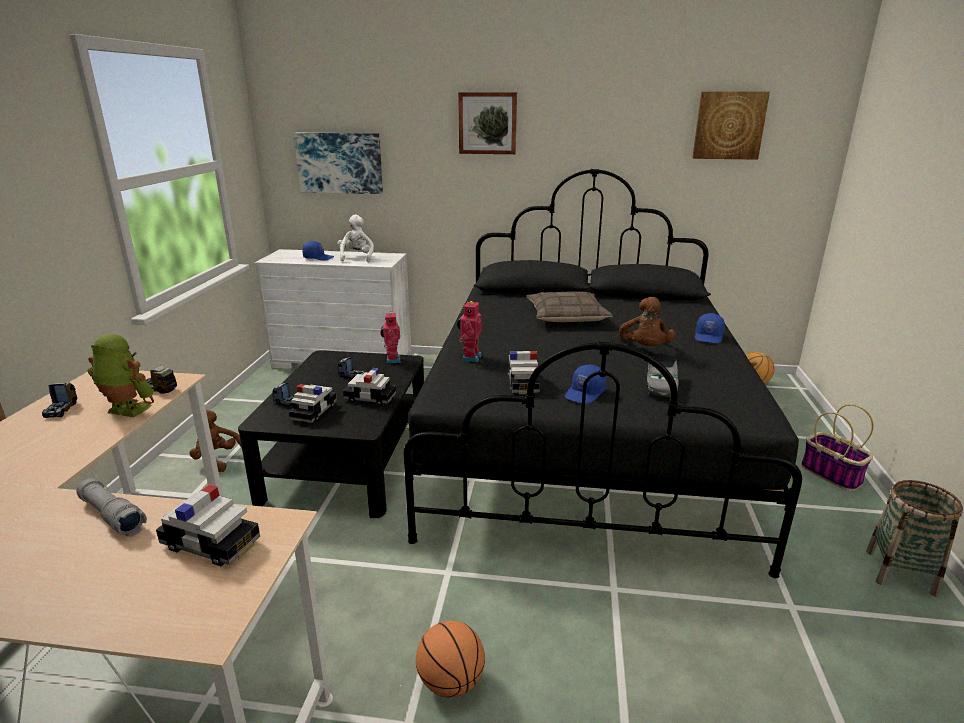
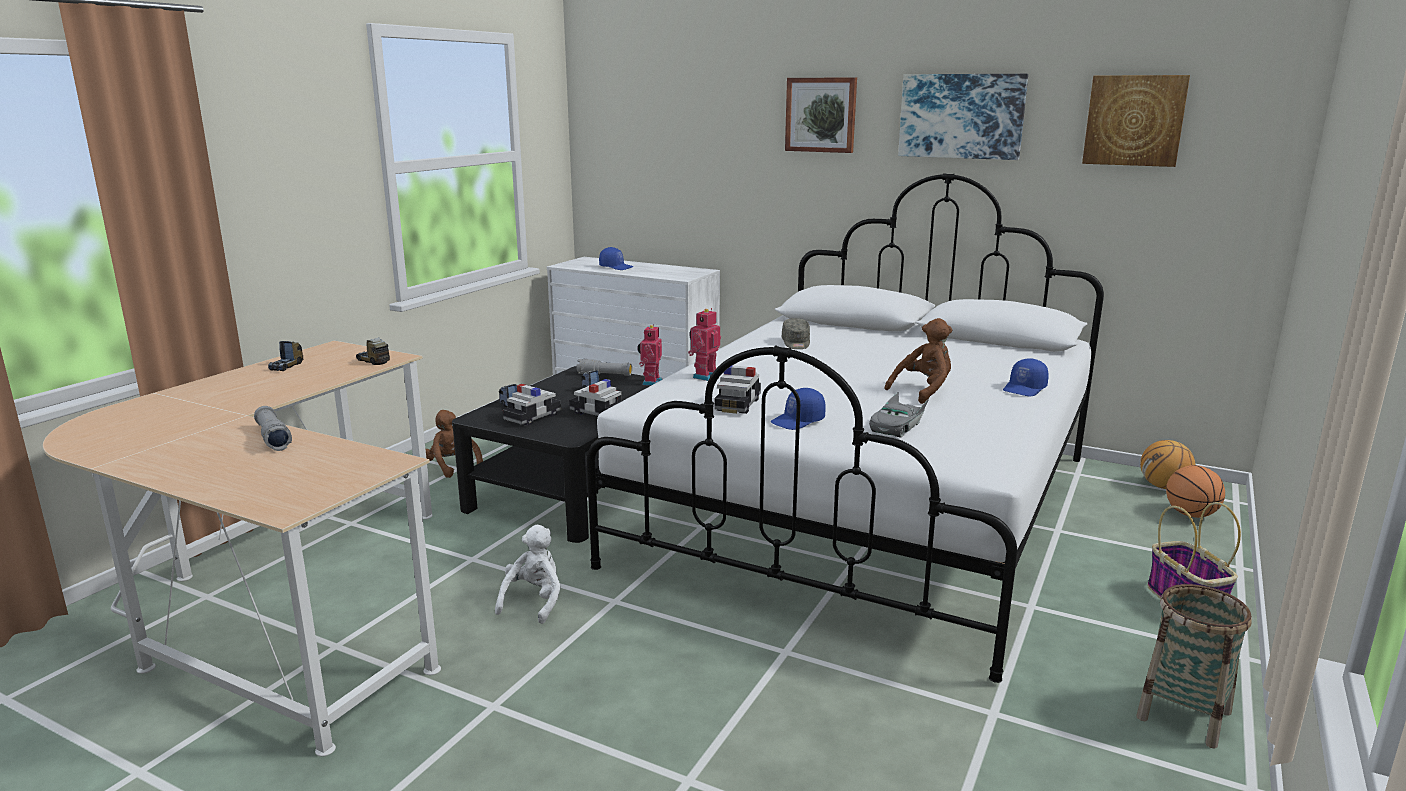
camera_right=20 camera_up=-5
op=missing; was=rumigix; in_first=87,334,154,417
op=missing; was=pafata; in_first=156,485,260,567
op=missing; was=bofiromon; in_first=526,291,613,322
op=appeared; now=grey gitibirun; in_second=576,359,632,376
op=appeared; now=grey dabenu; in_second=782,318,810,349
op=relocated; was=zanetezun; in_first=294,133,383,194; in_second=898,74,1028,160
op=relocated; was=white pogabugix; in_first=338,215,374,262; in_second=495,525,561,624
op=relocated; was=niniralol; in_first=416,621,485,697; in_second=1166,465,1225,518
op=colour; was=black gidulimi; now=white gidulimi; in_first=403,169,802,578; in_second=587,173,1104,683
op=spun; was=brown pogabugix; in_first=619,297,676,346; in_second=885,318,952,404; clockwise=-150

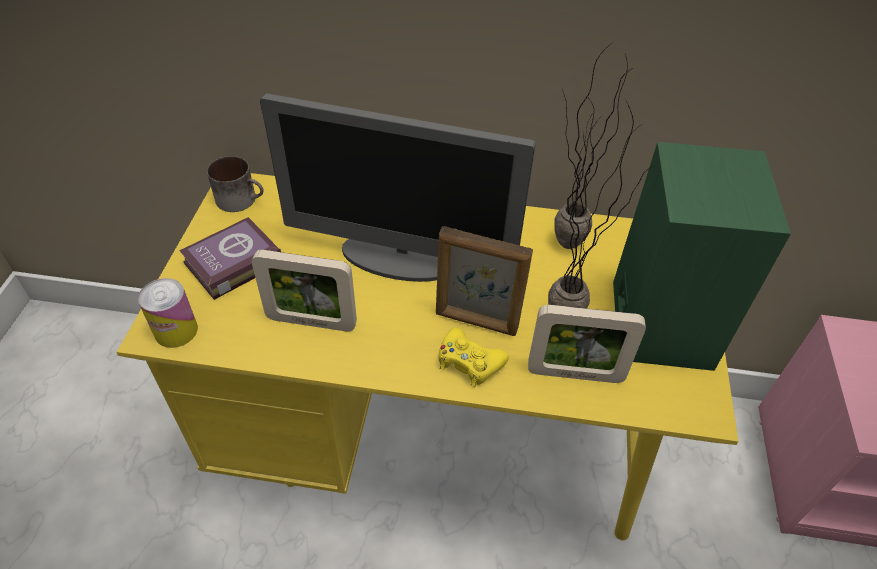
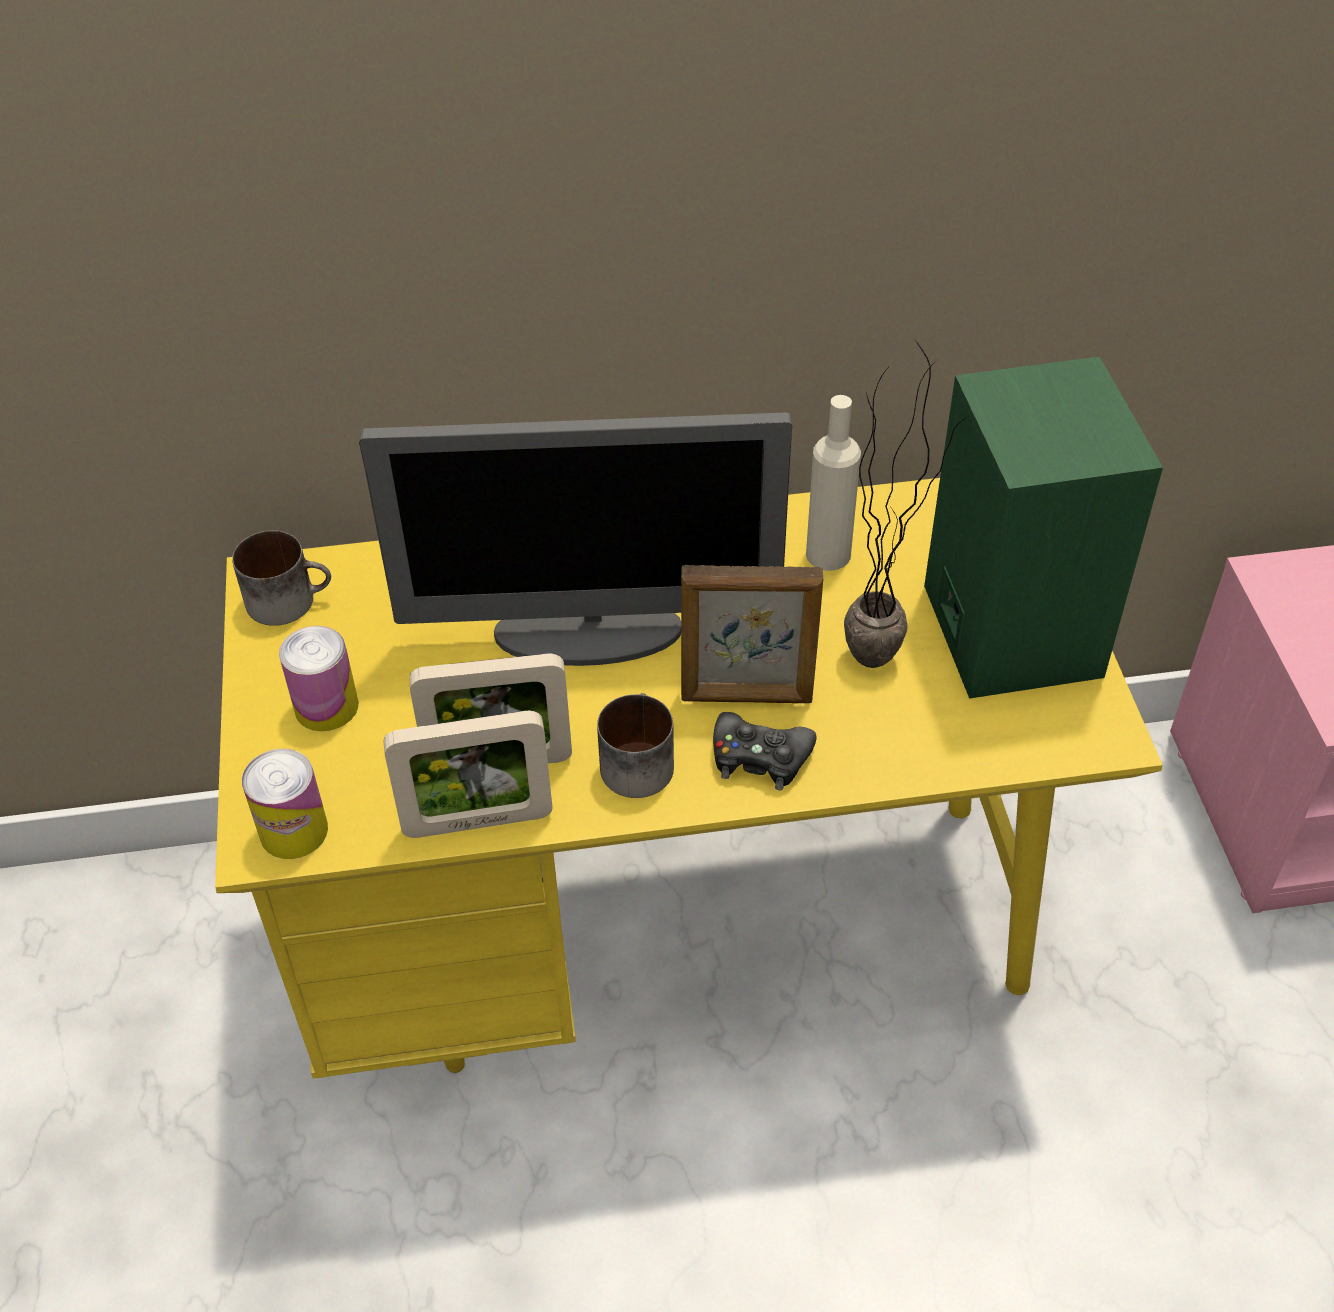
camera_right=-15 camera_up=0
op=appeared; now=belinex; in_second=597,693,674,798
op=relocated; was=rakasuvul; in_first=528,305,646,383; in_second=384,711,553,838
op=exchanged; was=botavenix; now=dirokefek; in_first=179,217,281,300; in_second=279,626,358,731
op=exchanged; was=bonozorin; now=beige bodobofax; in_first=554,43,631,249; in_second=806,395,861,571
op=colour; was=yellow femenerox; now=black femenerox; in_first=439,327,509,387; in_second=713,712,817,791

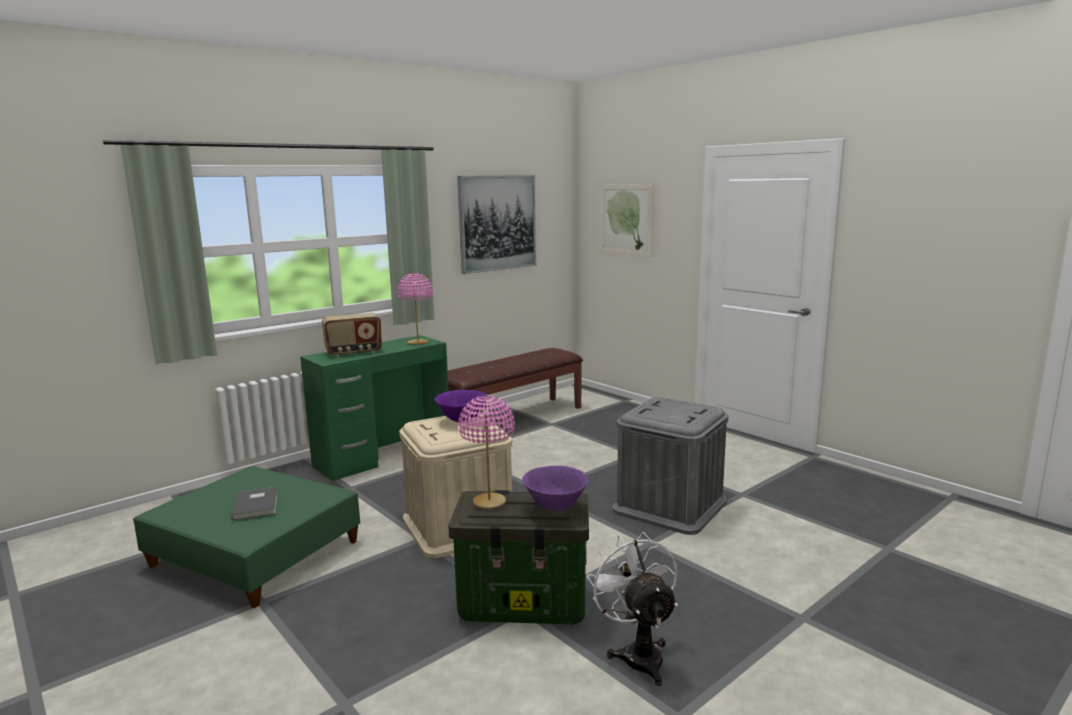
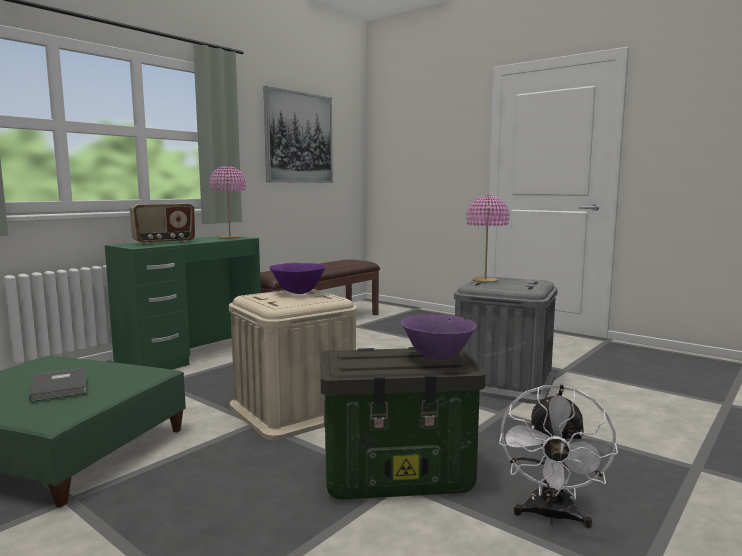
camera_right=-10 camera_up=-5
op=missing; was=zanetezun; in_first=600,184,654,257
op=relocated; was=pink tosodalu; in_first=458,395,515,509; in_second=466,195,510,283
op=spun; was=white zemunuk; in_first=587,532,678,686; in_second=499,385,618,528; clockwise=-135

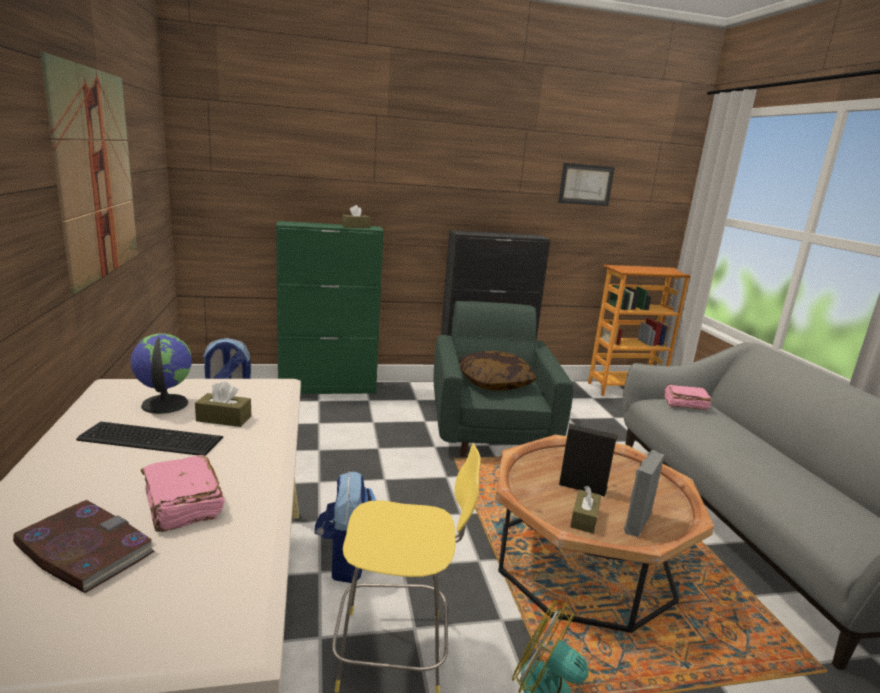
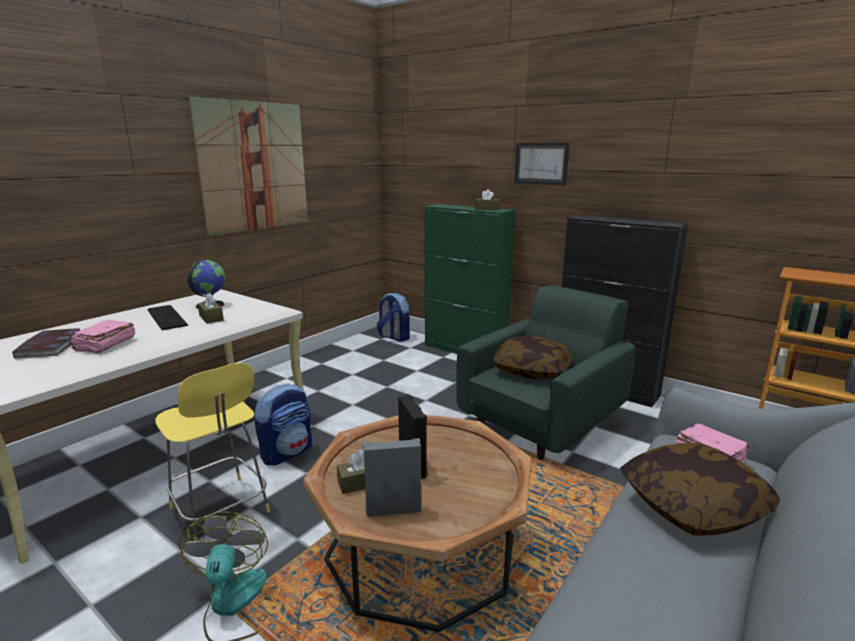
camera_right=50 camera_up=0
op=appeared; now=bofiromon; in_second=620,443,780,536
op=relocated; was=zanetezun; in_first=558,163,615,206; in_second=514,143,570,185

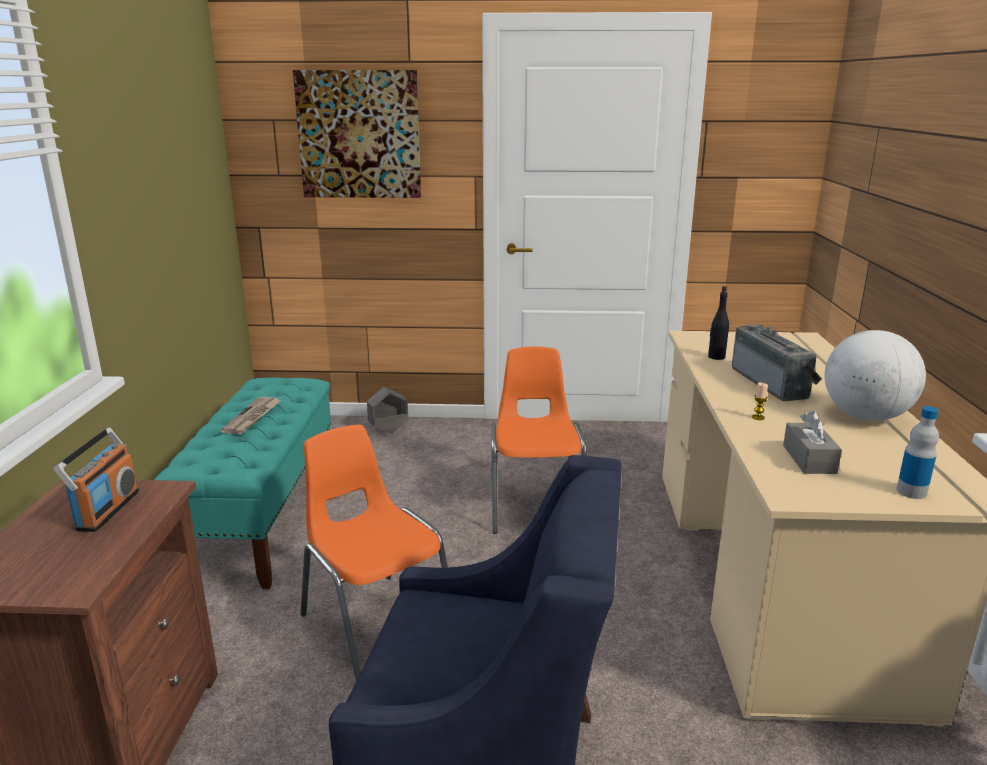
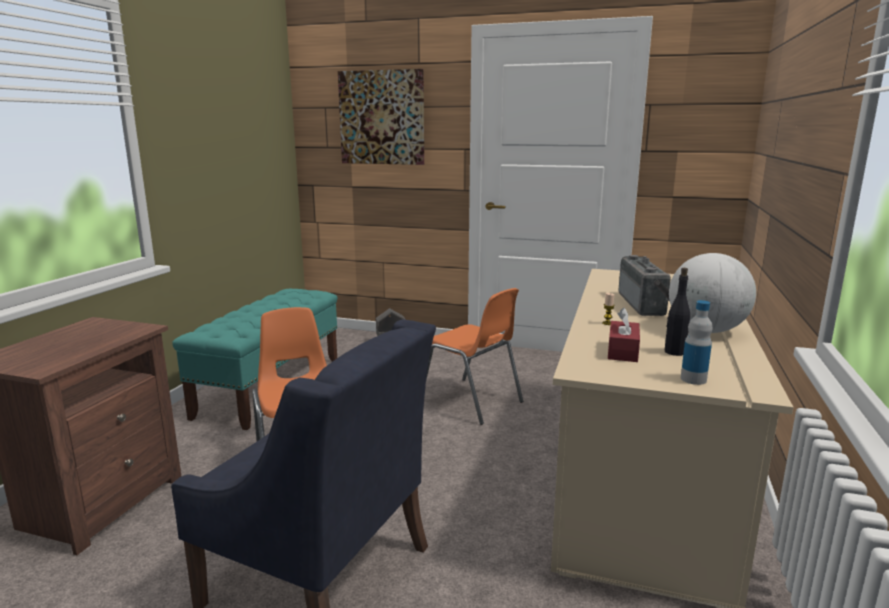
camera_right=15 camera_up=-5
op=missing; was=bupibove; in_first=54,427,139,532
op=missing; was=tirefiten; in_first=221,397,282,434
op=relocated; was=black bodobofax; in_first=708,286,729,360; in_second=665,268,690,356
op=colour; was=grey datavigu; now=red datavigu; in_first=783,411,842,474; in_second=608,308,640,362
op=spun; was=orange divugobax; in_first=491,347,587,534; in_second=426,288,523,425; clockwise=120

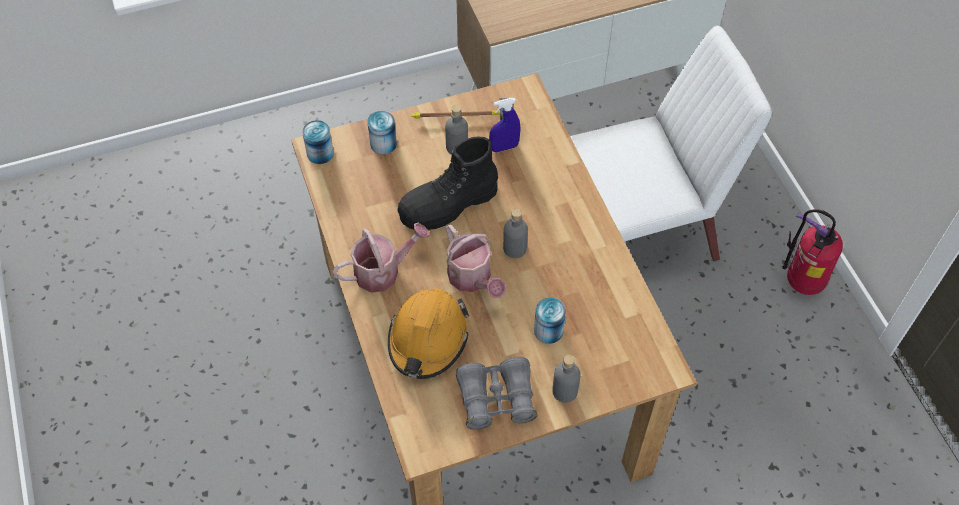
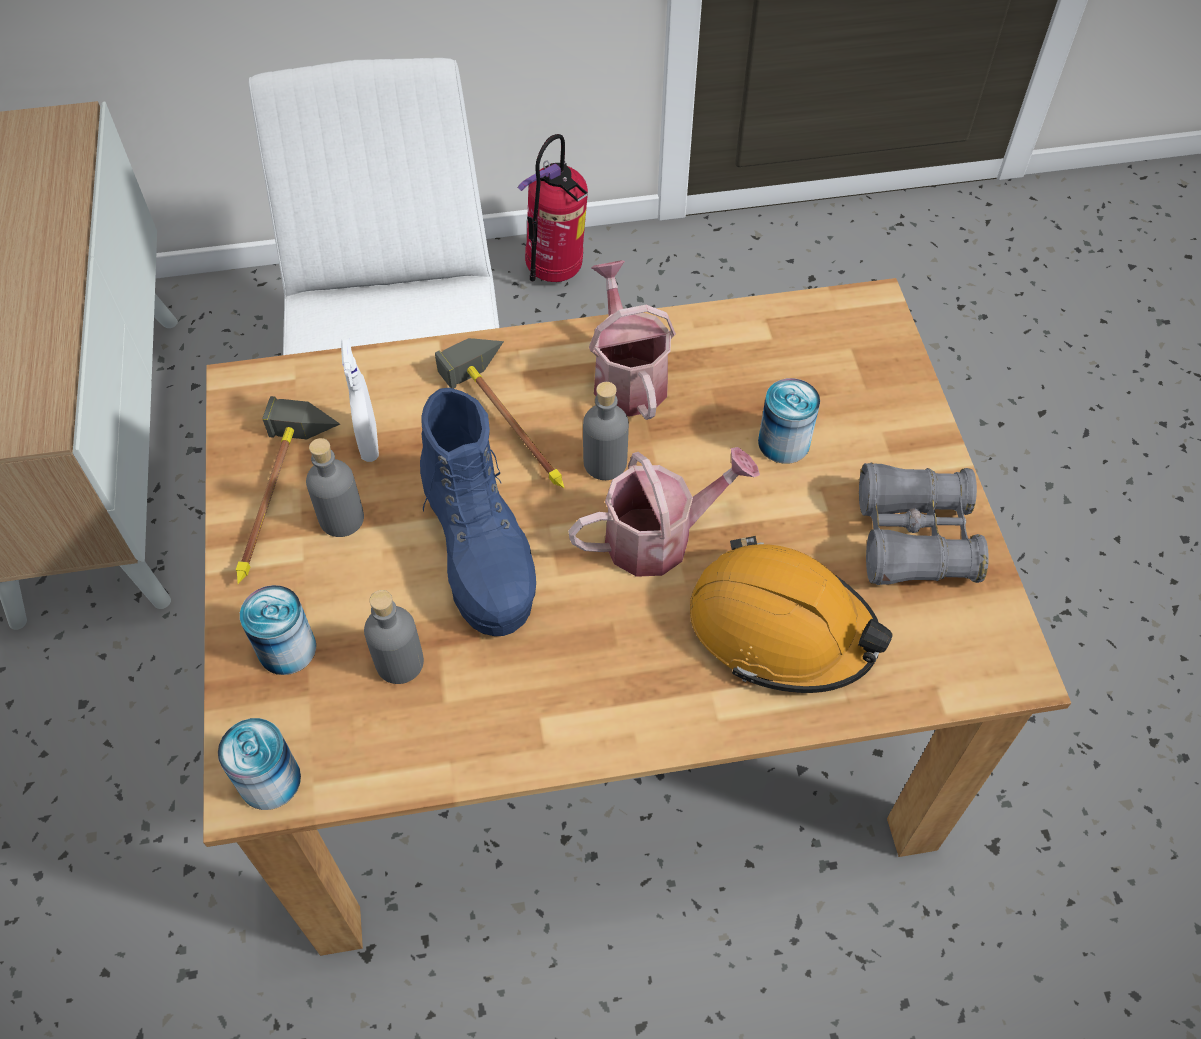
camera_right=-80 camera_up=0
op=appeared; now=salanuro; in_second=435,338,565,489
op=relocated; was=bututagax; in_first=332,223,430,293; in_second=589,260,676,420
op=relocated; was=grey bodobofax; in_first=552,355,581,403; in_second=364,590,424,684
op=colour; was=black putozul; now=blue putozul; in_first=398,137,498,230; in_second=420,388,536,636
op=colour; was=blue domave; now=white domave; in_first=489,98,520,152; in_second=341,338,379,462

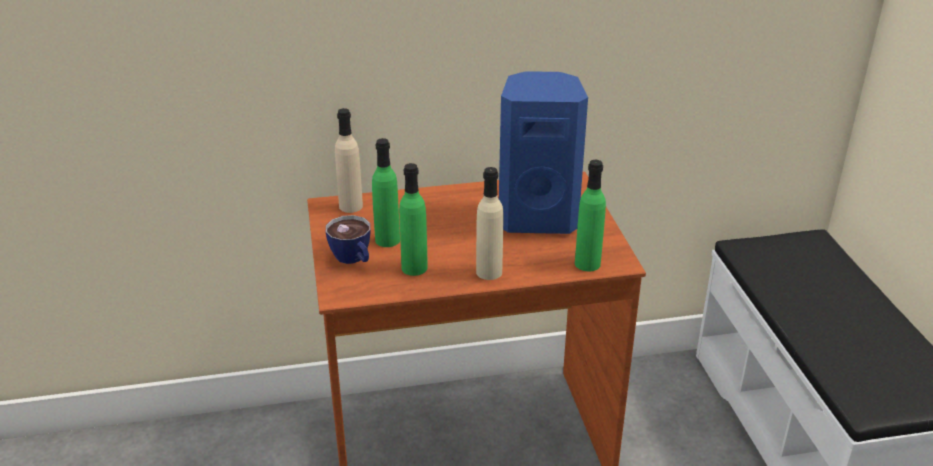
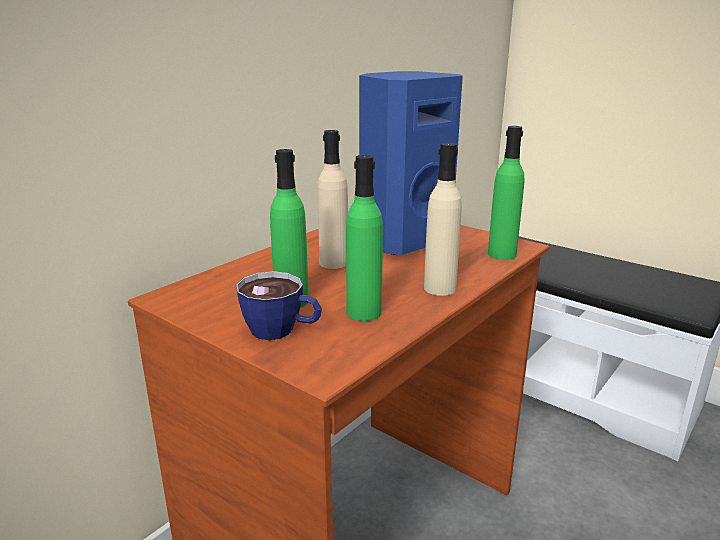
camera_right=-40 camera_up=-10
op=relocated; was=beige bodobofax; in_first=335,108,363,213; in_second=318,130,348,269

